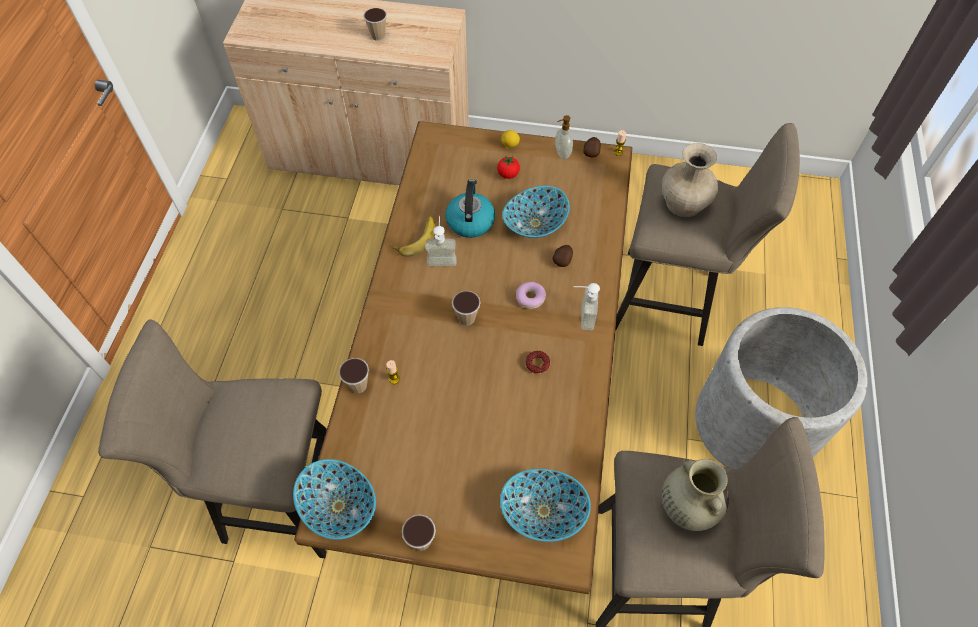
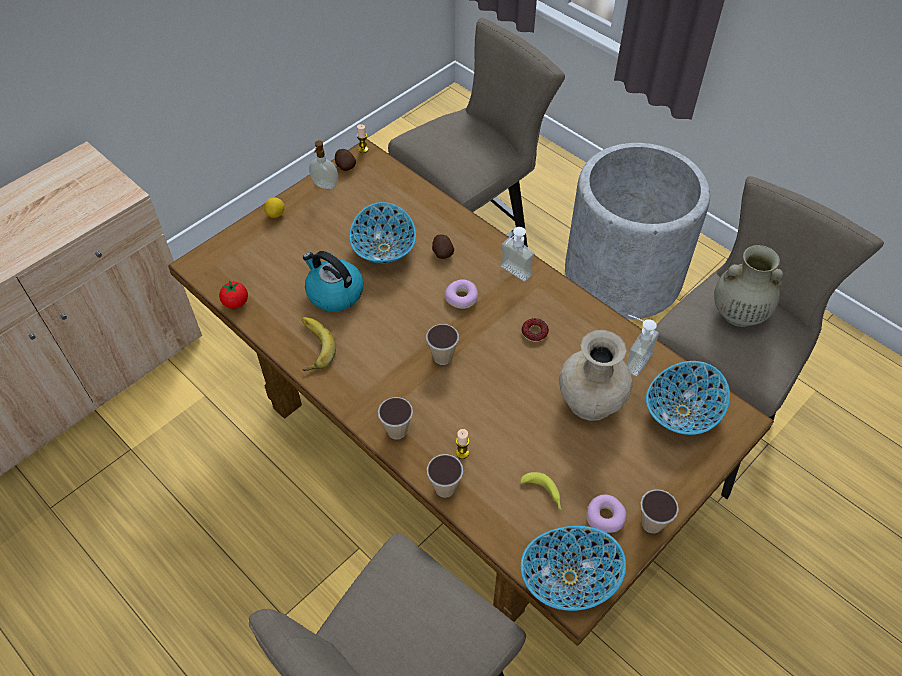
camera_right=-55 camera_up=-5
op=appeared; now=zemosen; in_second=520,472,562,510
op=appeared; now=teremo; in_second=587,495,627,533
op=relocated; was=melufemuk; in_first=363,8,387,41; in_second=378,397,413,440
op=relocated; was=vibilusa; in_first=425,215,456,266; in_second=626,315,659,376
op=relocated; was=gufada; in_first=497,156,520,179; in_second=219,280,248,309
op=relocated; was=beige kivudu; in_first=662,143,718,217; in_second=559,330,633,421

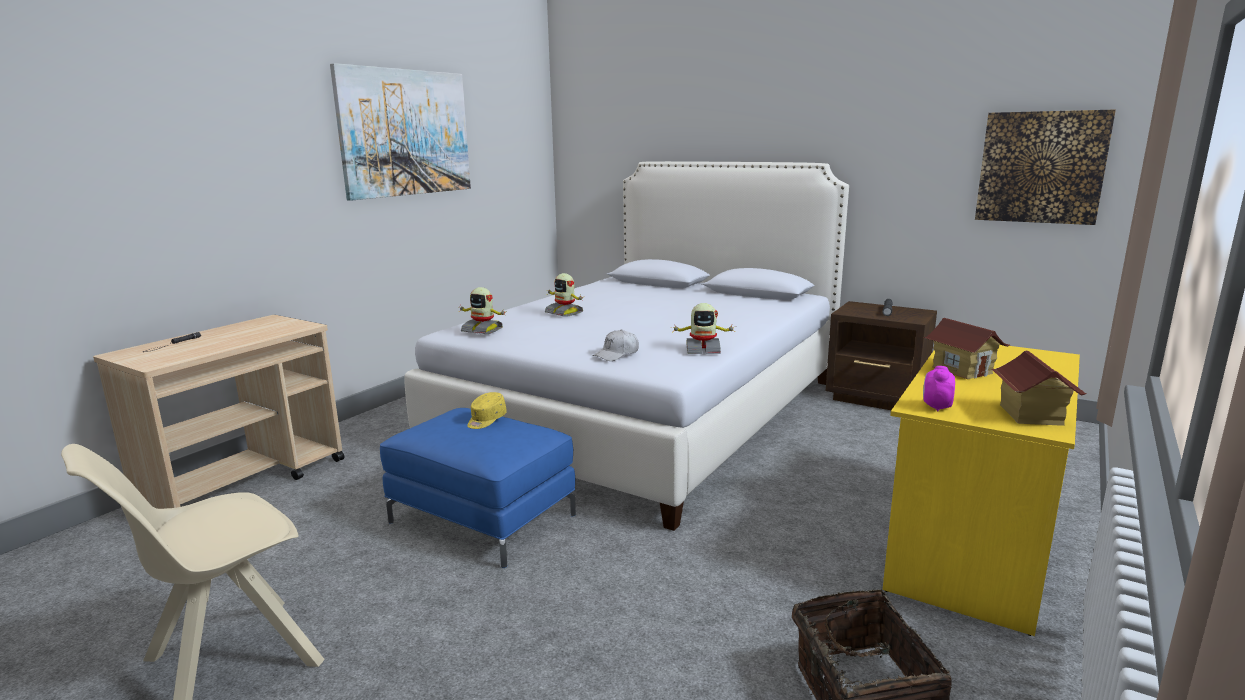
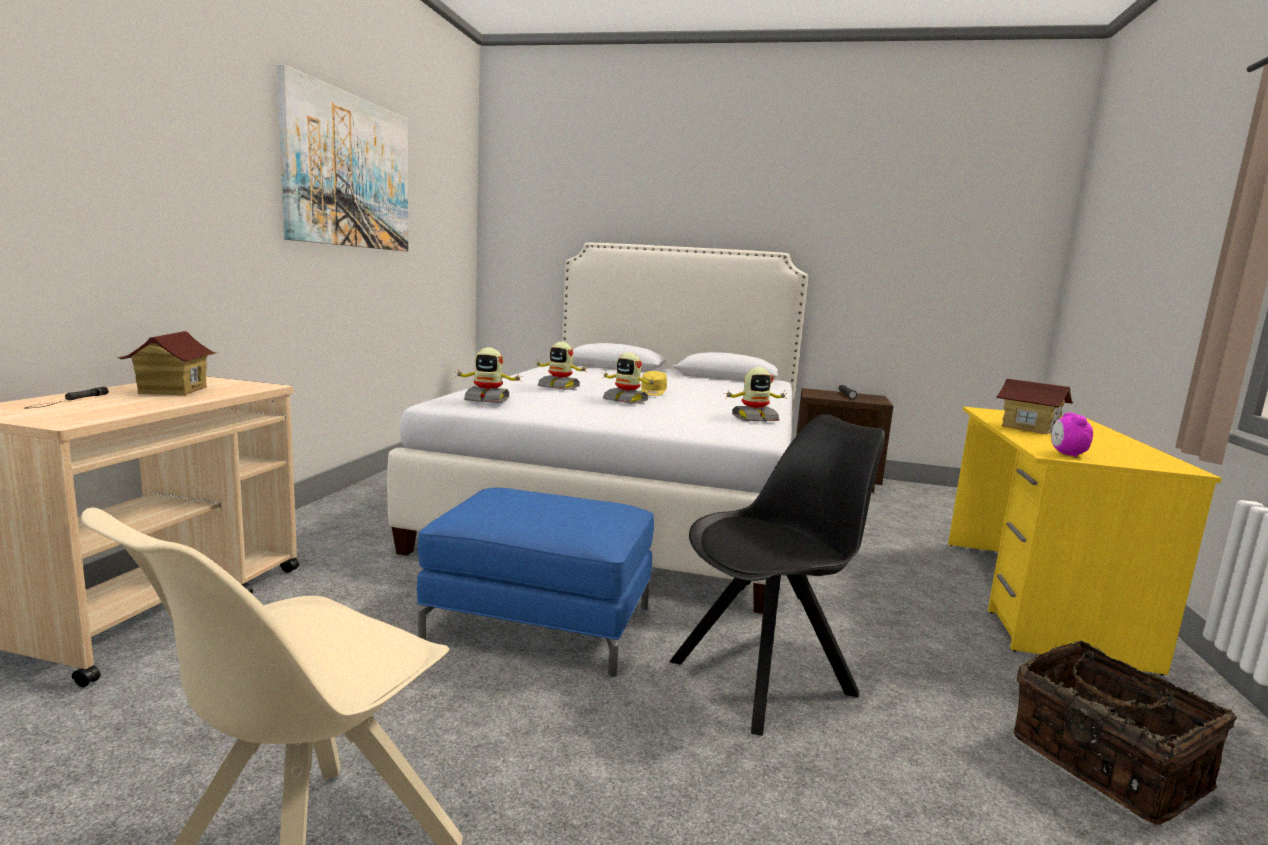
camera_right=-20 camera_up=-5
op=missing; was=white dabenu; in_first=593,329,639,361
op=missing; was=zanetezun; in_first=975,110,1116,225
op=appeared; now=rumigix; in_second=602,352,655,404
op=appeared; now=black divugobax; in_second=669,414,885,736
op=relocated; was=yellow dabenu; in_first=467,392,507,429; in_second=641,371,667,396
op=relocated; was=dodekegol; in_first=992,350,1086,426; in_second=118,331,217,395

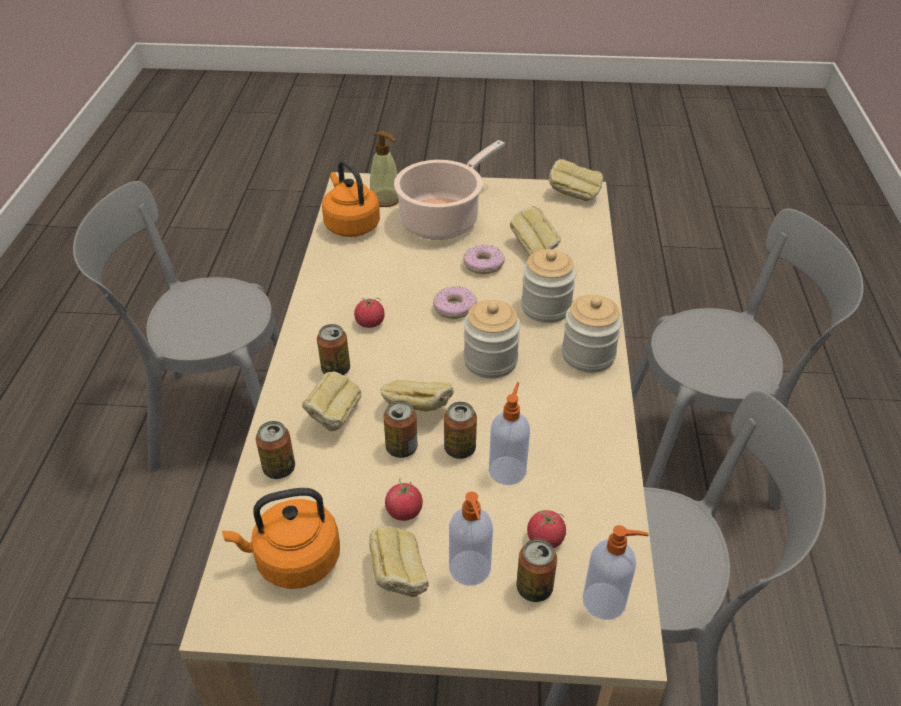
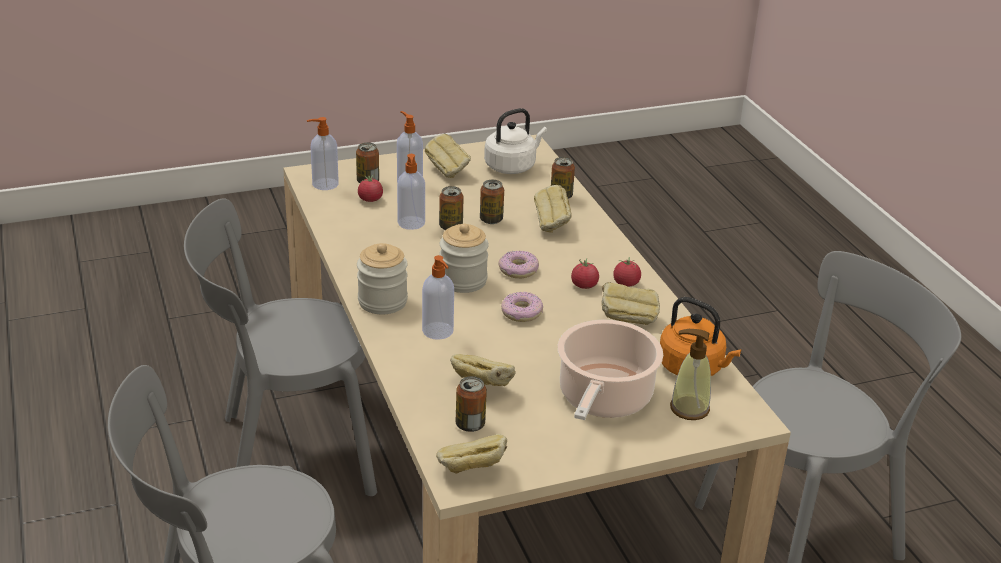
camera_right=155 camera_up=-10
op=relocated; was=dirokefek; in_first=317,324,350,375; in_second=456,376,487,432
op=relocated; was=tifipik; in_first=381,380,454,412; in_second=601,282,660,325
op=relocated; was=gufada; in_first=385,478,423,521; in_second=613,257,641,287
op=relocated; was=teremo; in_first=463,245,505,274; in_second=499,251,539,278
op=exchanged; was=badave; now=vibilusa; in_first=521,249,576,323; in_second=422,255,454,340
op=colour; was=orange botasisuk; now=white botasisuk; in_first=222,488,340,589; in_second=484,108,547,174

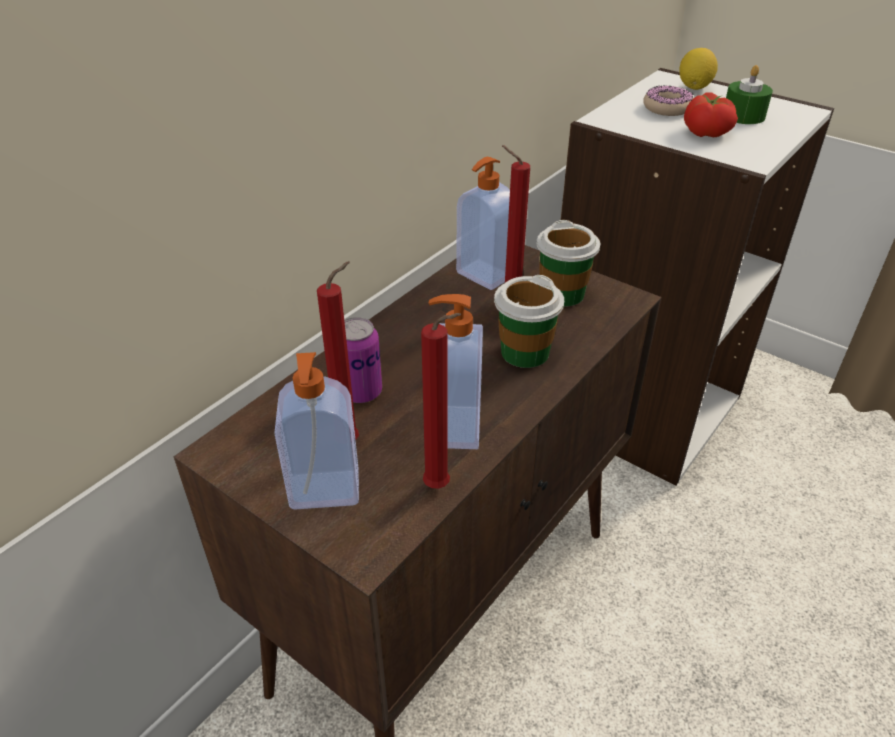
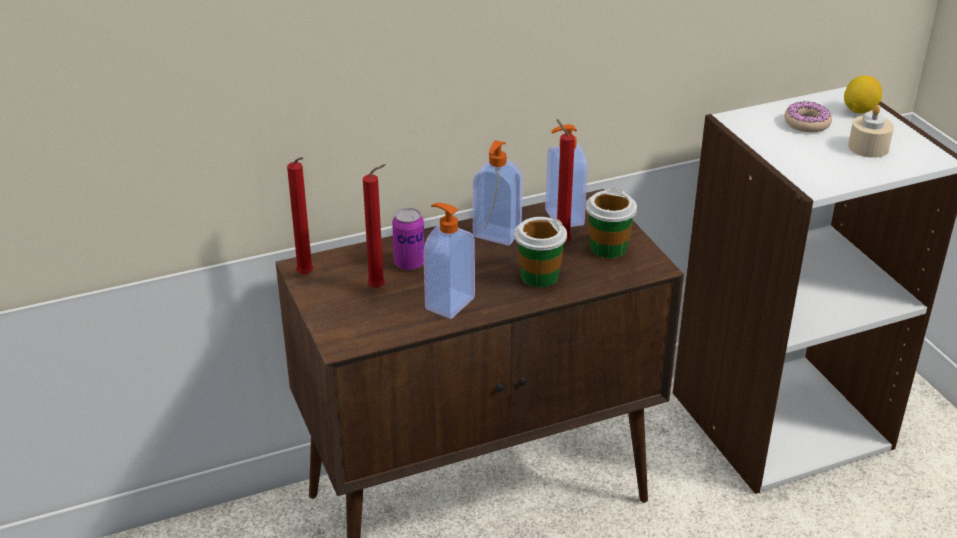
camera_right=30 camera_up=-5
op=missing; was=gufada; in_first=684,92,738,137
op=relocated; was=vibilusa; in_first=274,352,359,509; in_second=473,140,523,246
op=relocated; was=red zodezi; in_first=421,313,461,489; in_second=287,157,314,275
op=colour; was=green zodezi; now=beige zodezi; in_first=726,65,773,124; in_second=848,105,894,158

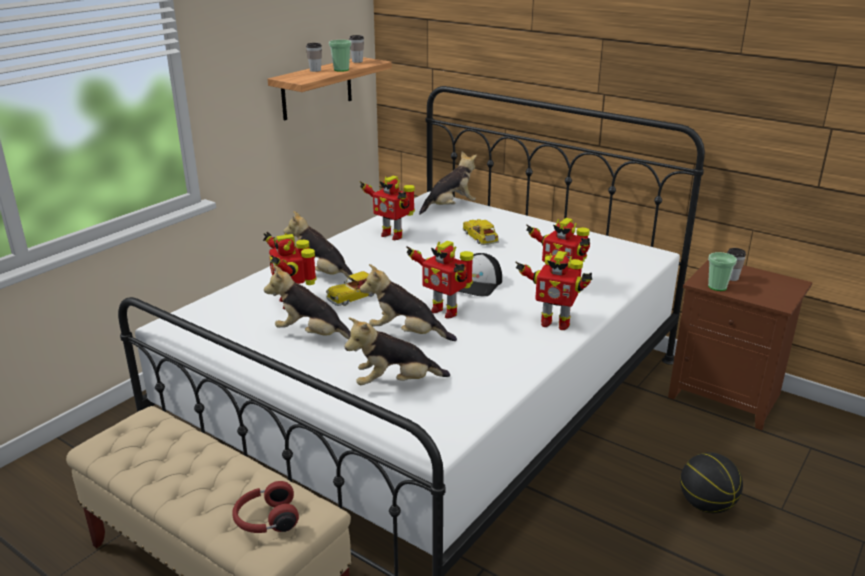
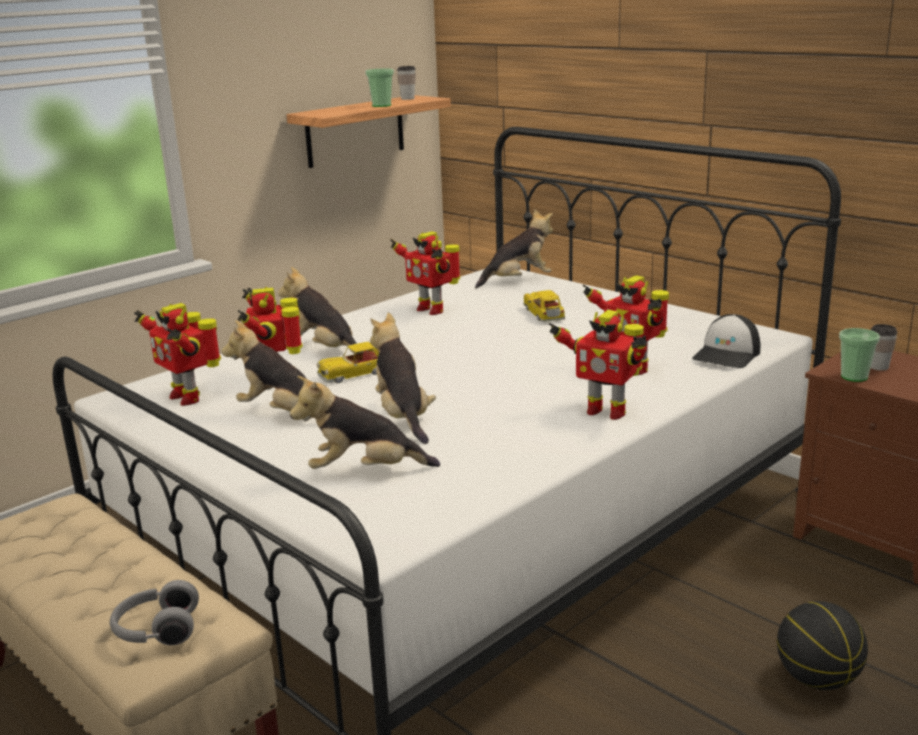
camera_right=10 camera_up=-5
op=missing; was=melufemuk; in_first=306,43,322,72
op=relocated; was=rumigix; in_first=406,241,473,319; in_second=134,303,221,406
op=relocated; was=dabenu; in_first=458,253,502,296; in_second=692,314,760,368
op=colour; was=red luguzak; now=grey luguzak; in_first=232,481,299,533; in_second=110,580,199,645
op=spun; was=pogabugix; in_first=360,264,457,341; in_second=370,312,436,444; clockwise=45

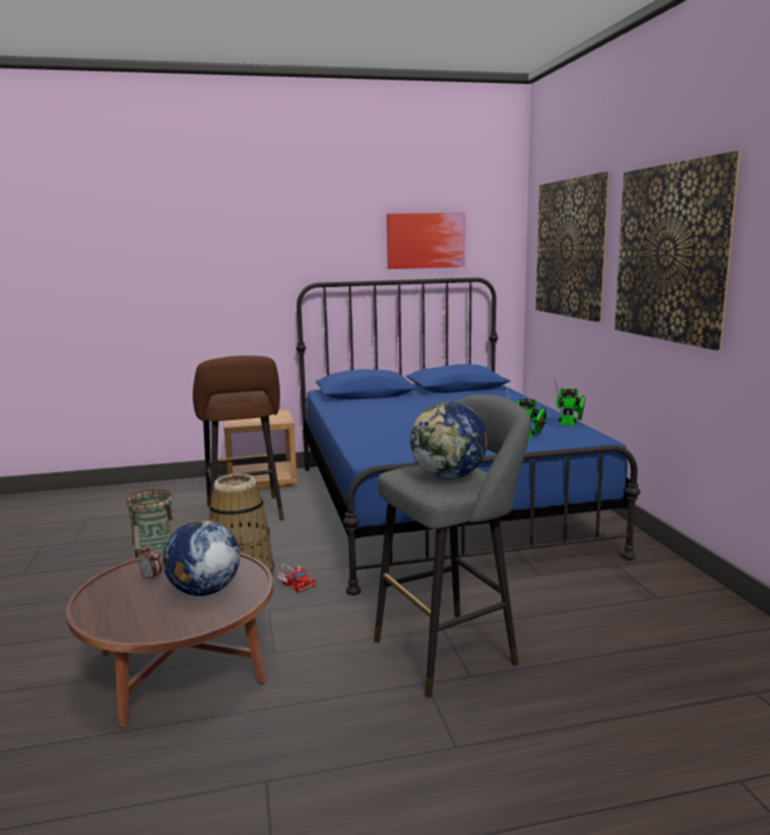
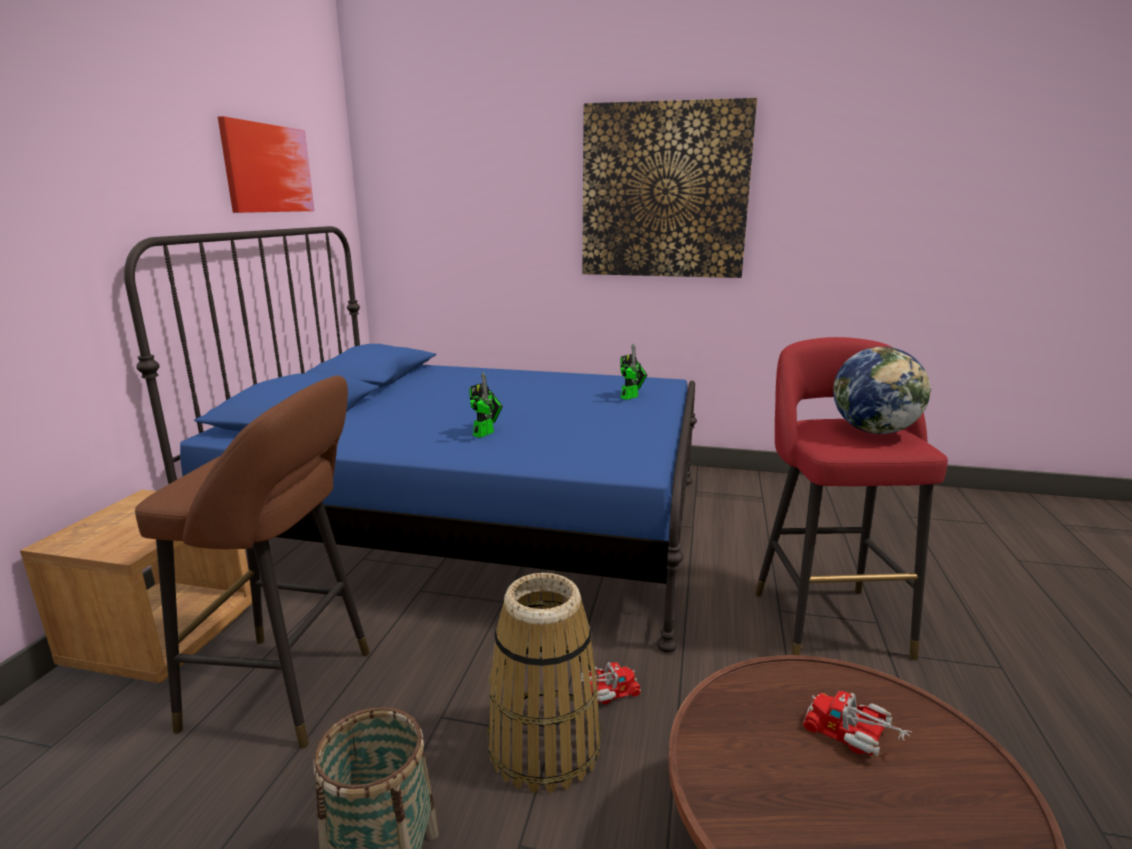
camera_right=-65 camera_up=5
op=missing; was=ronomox; in_first=138,544,162,581
op=missing; was=zanetezun; in_first=536,172,610,322
op=relocated; was=rumigix; in_first=555,380,585,426; in_second=469,372,503,438
op=exchanged; was=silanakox; now=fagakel; in_first=162,520,240,596; in_second=803,691,912,757
op=colour; was=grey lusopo; now=red lusopo; in_first=374,394,531,698; in_second=755,337,948,660

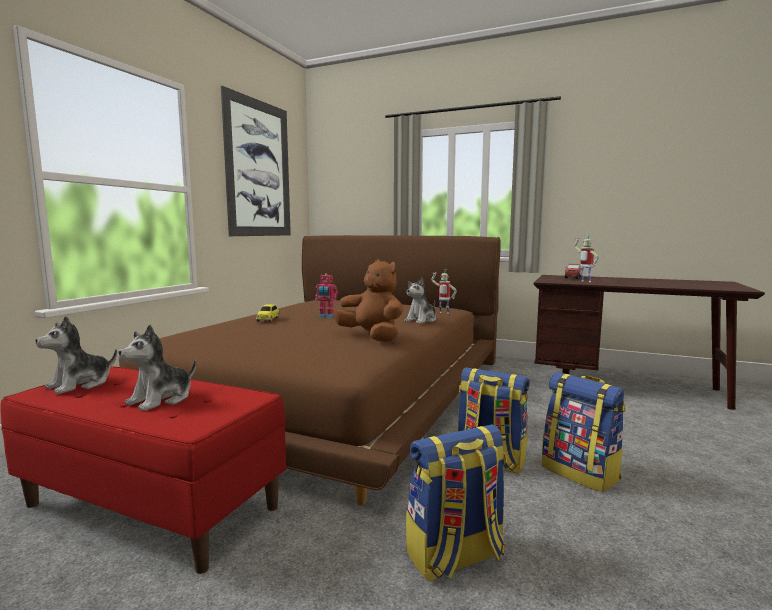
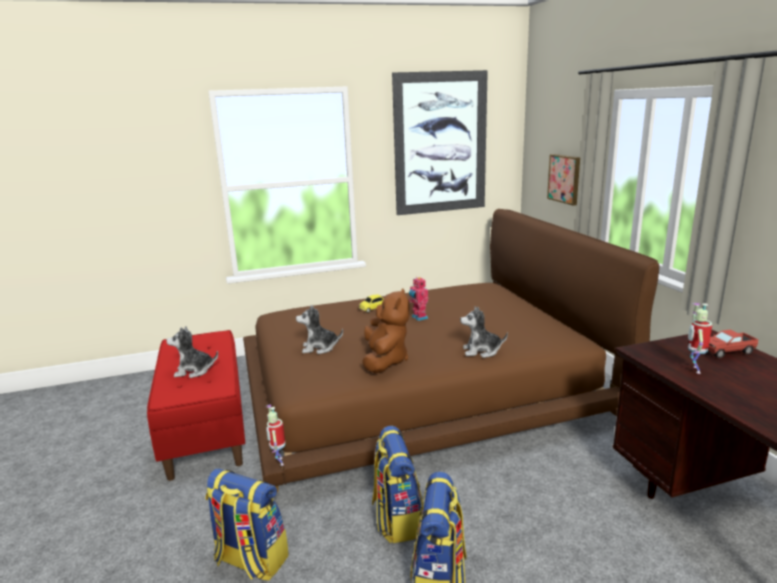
camera_right=50 camera_up=10
op=appeared; now=zanetezun; in_second=547,154,580,206
op=relocated; was=pogabugix; in_first=35,316,117,394; in_second=296,305,343,354
op=relocated; was=rumigix; in_first=431,269,457,314; in_second=265,405,285,466

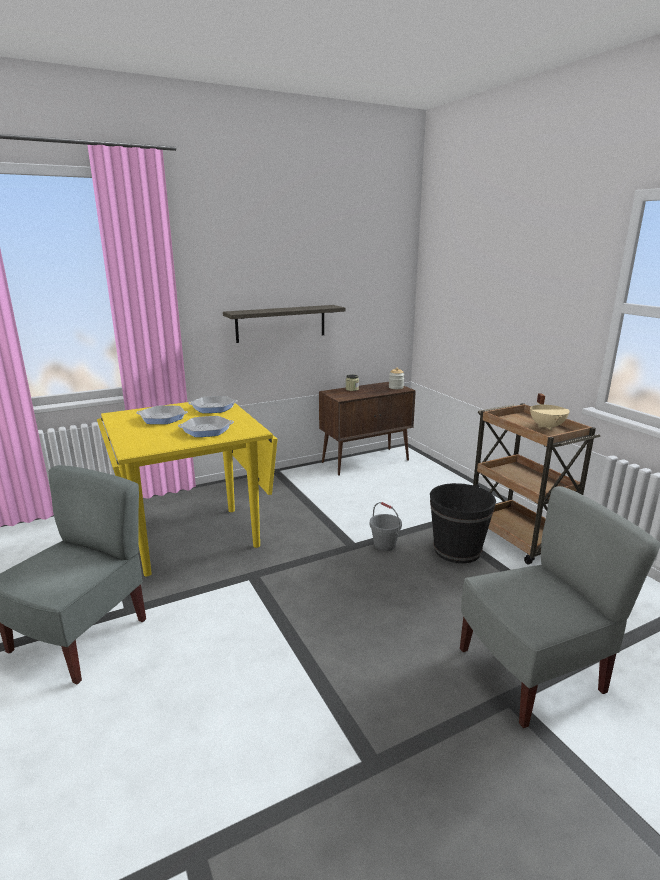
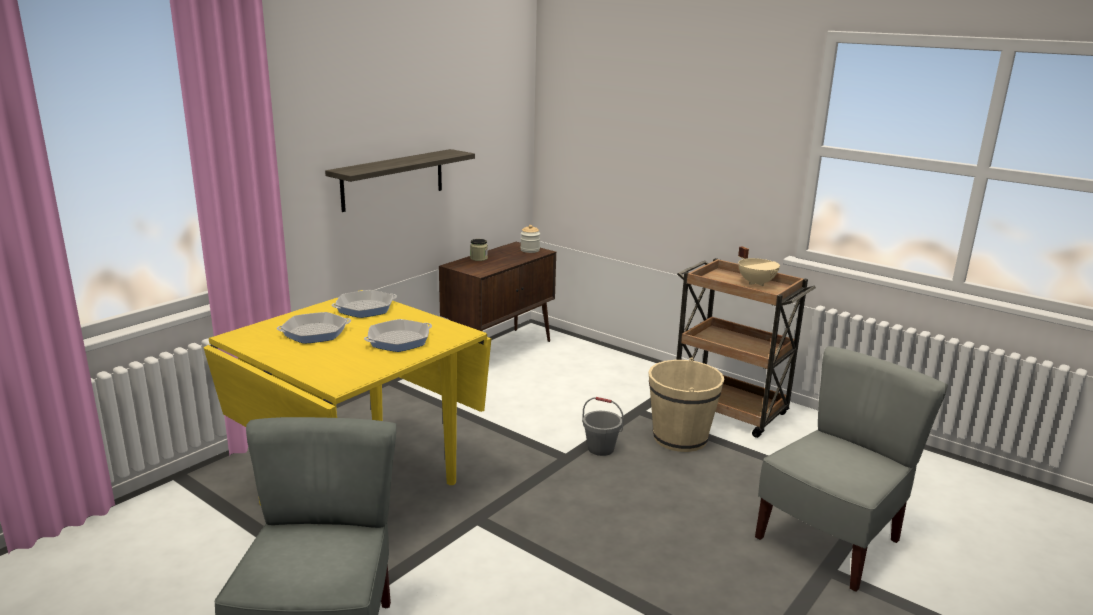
camera_right=-25 camera_up=0
op=colour; was=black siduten; now=beige siduten; in_first=430,483,496,564; in_second=649,358,724,452

